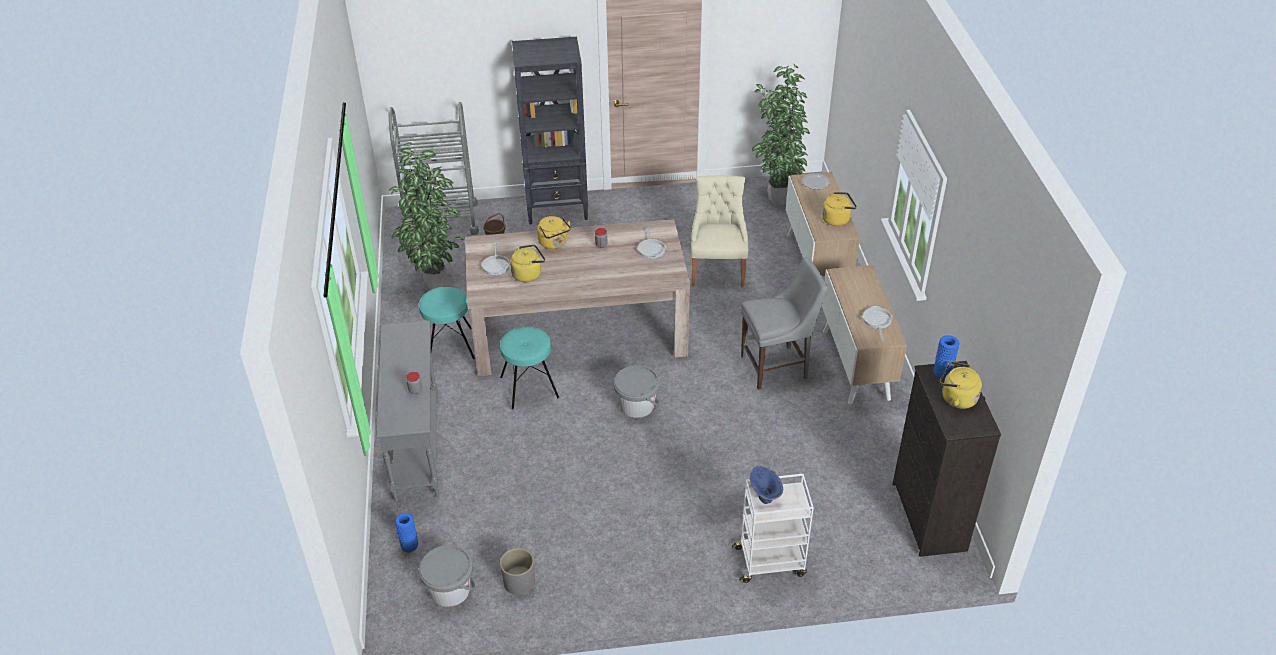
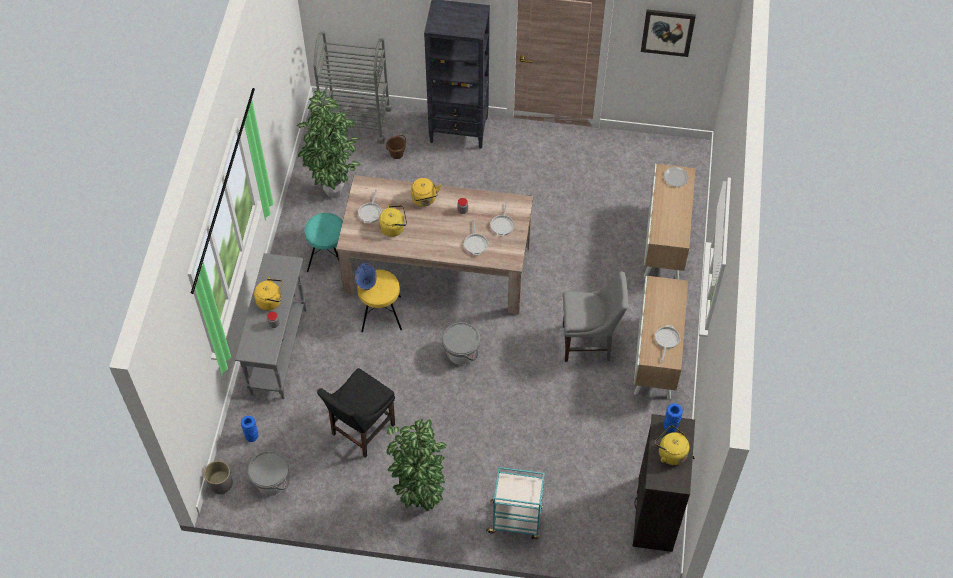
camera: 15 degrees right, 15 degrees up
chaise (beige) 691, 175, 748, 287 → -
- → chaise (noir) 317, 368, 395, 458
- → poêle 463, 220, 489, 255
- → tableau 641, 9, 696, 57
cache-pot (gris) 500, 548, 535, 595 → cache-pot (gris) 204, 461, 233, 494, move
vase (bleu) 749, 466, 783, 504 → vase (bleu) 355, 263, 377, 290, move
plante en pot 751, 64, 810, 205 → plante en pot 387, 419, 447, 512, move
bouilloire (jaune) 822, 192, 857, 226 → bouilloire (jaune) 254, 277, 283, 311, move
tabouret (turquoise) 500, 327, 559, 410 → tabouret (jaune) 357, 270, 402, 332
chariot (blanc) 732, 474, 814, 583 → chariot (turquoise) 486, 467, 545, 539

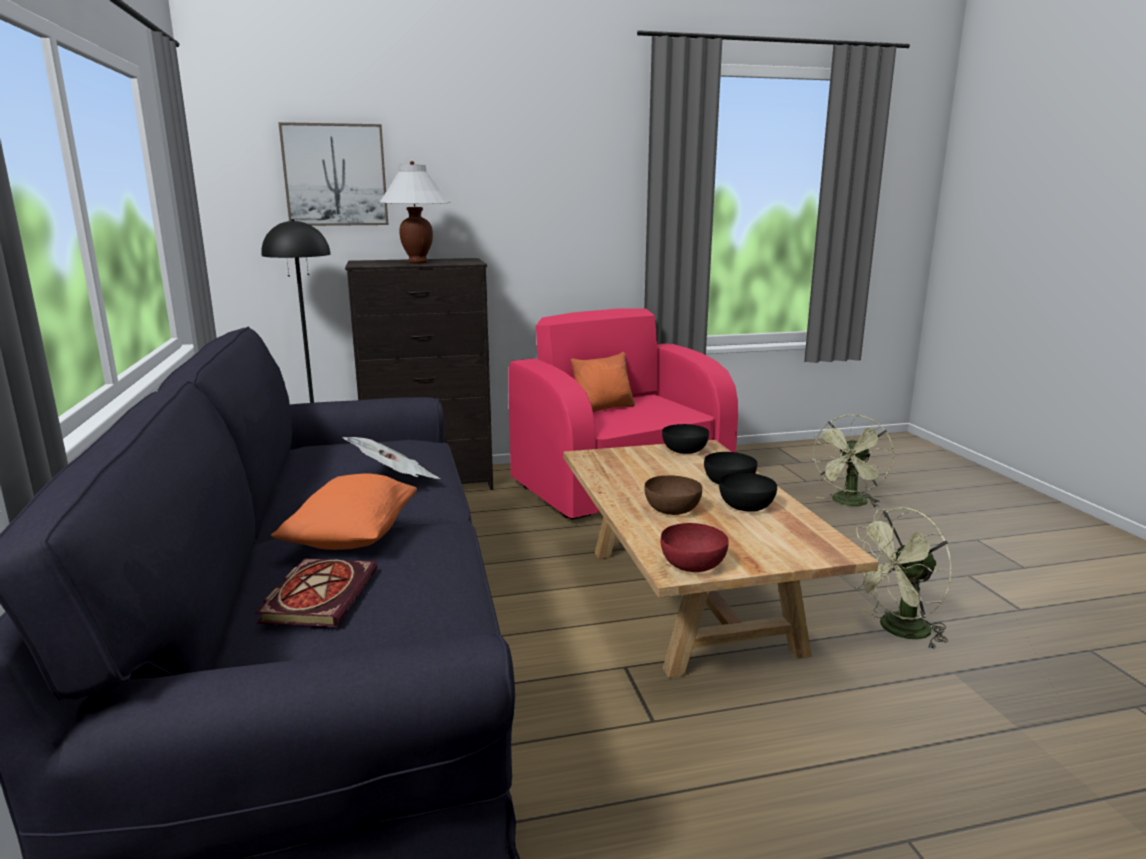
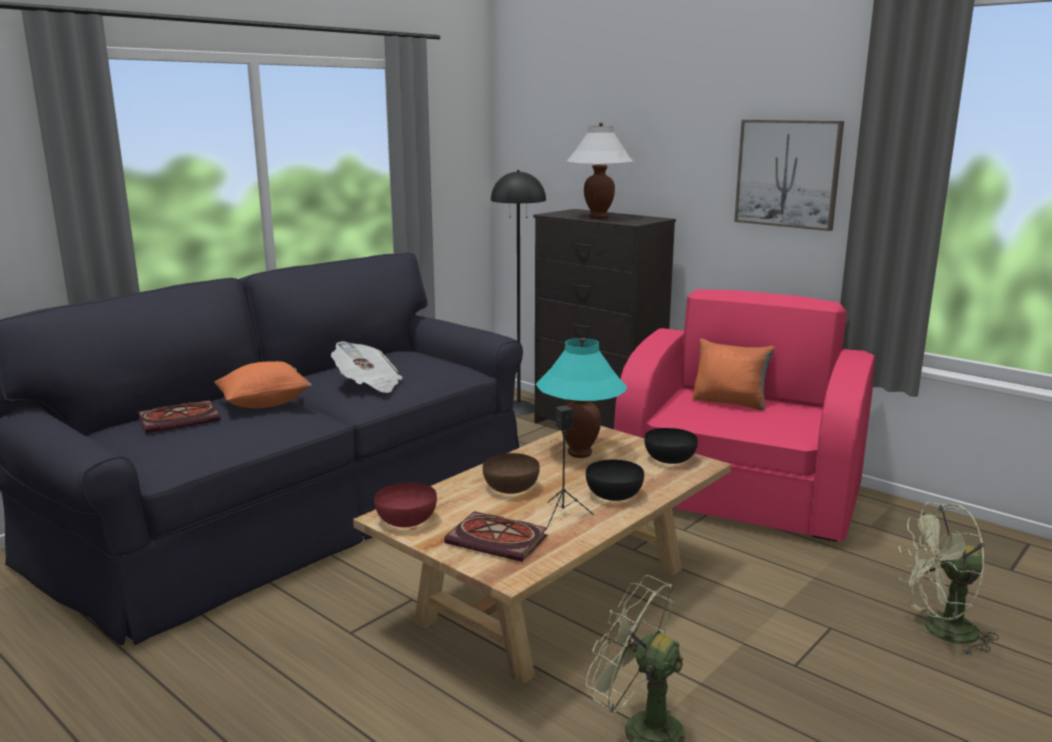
camera: 55 degrees right, 0 degrees up
- → livre 444, 511, 548, 562
- → lampe de table (turquoise) 536, 338, 627, 458
tableau 278, 122, 388, 226 → tableau 734, 120, 844, 231, move
bol (noir) 719, 473, 777, 512 → enceinte (noir) 547, 406, 594, 527

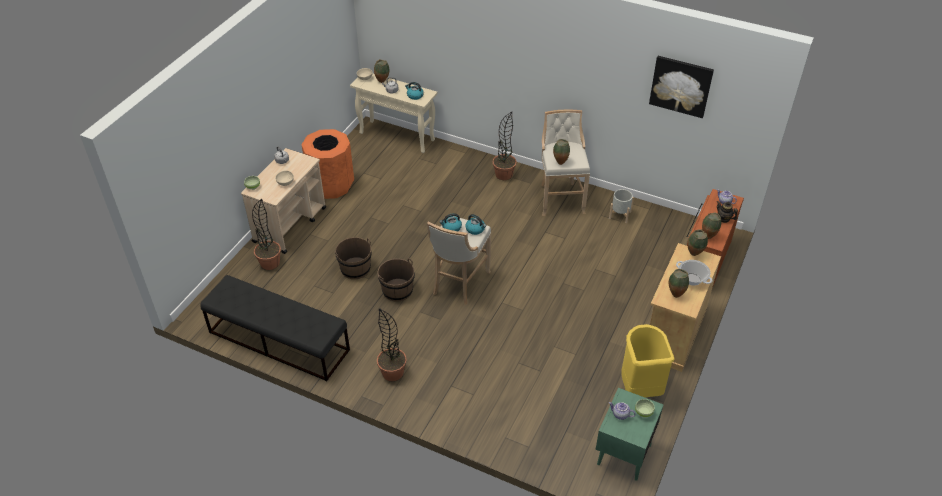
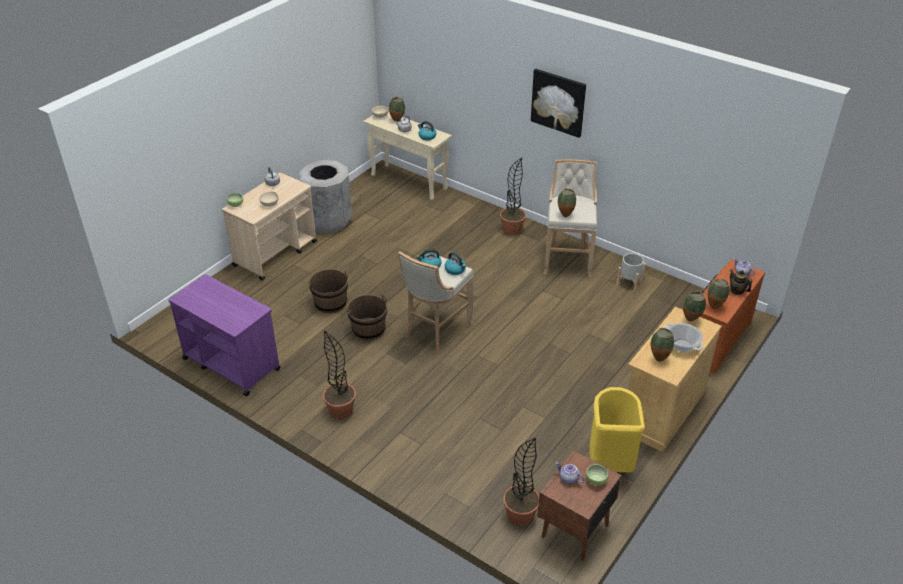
camera: 10 degrees right, 5 degrees down
plante en pot 252, 199, 281, 270 → plante en pot 503, 438, 539, 526, move
tableau 649, 56, 714, 118 → tableau 531, 69, 586, 138, move
banc (noir) 200, 275, 350, 381 → chariot (violet) 168, 274, 280, 396
poubelle (orange) 301, 129, 354, 199 → poubelle (gris) 299, 160, 352, 234
table de chevet (vert) 595, 388, 664, 481 → table de chevet (marron) 537, 450, 622, 561

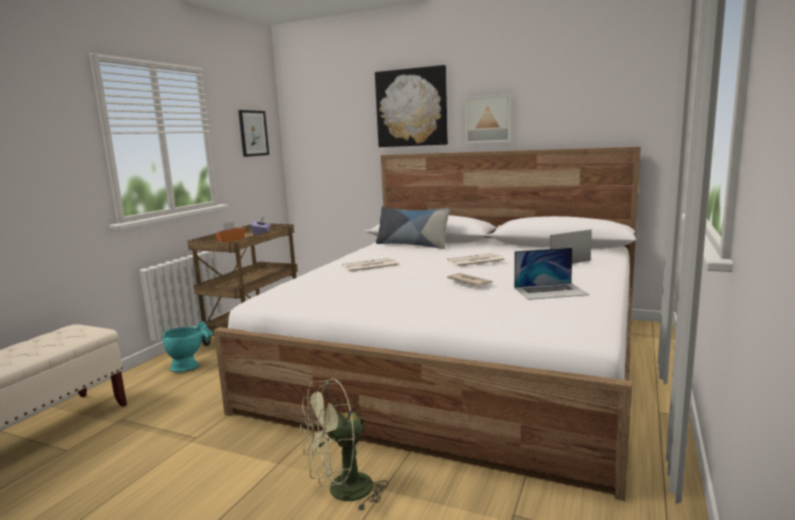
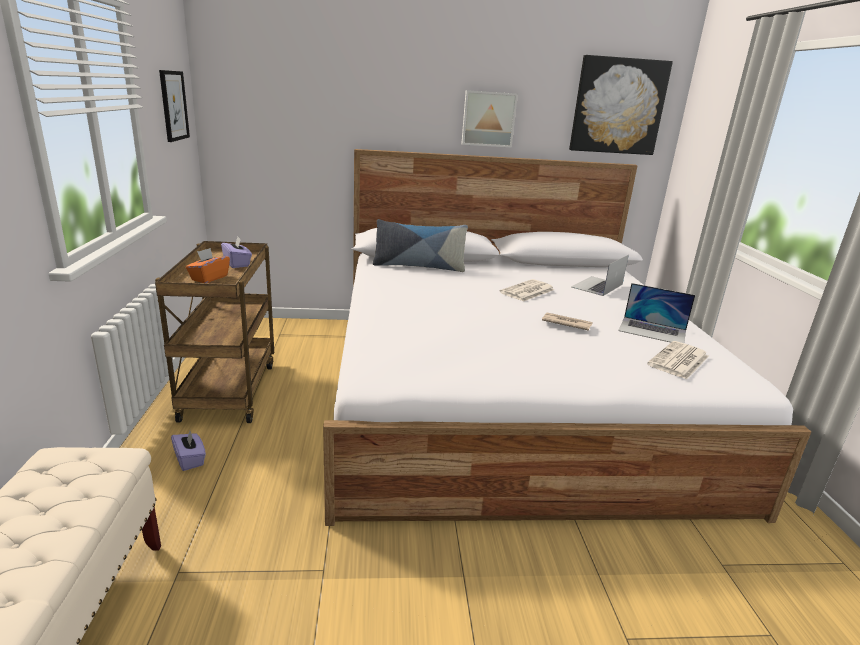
camera: 30 degrees left, 10 degrees up
ventilateur (vert) 300, 379, 388, 512 → -
journal 342, 258, 399, 273 → journal 647, 341, 709, 380, move
tableau 375, 65, 448, 147 → tableau 569, 55, 673, 155, move
vase (turquoise) 163, 322, 213, 372 → boîte à mouchoirs (violet) 171, 431, 206, 471
ordinateur portable 514, 248, 589, 300 → ordinateur portable 618, 283, 695, 343, 60 degrees clockwise

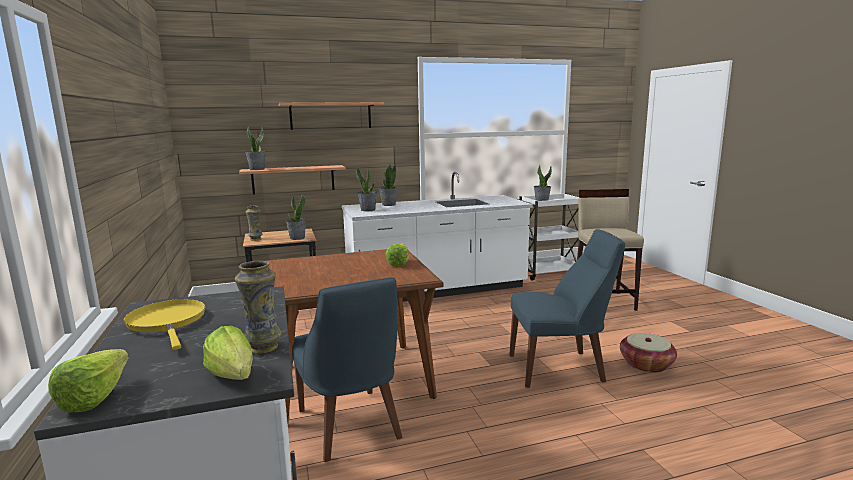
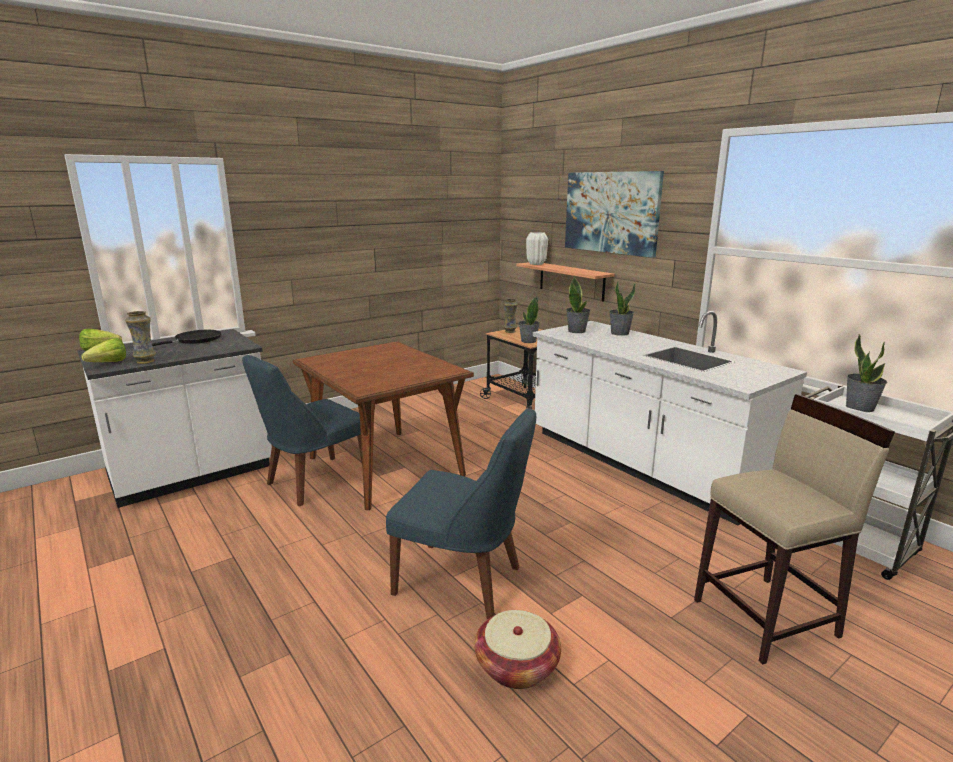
camera: 70 degrees right, 5 degrees up
laitue 385, 244, 409, 267 → -
plante en pot 245, 126, 266, 170 → vase (blanc) 526, 232, 548, 265
étagère 279, 102, 384, 130 → tableau 565, 171, 664, 258
poêle (jaune) 123, 299, 206, 350 → poêle (noir) 152, 330, 221, 346
chaise (bleu) 509, 229, 625, 388 → chaise (bleu) 386, 408, 536, 619, 45 degrees counterclockwise

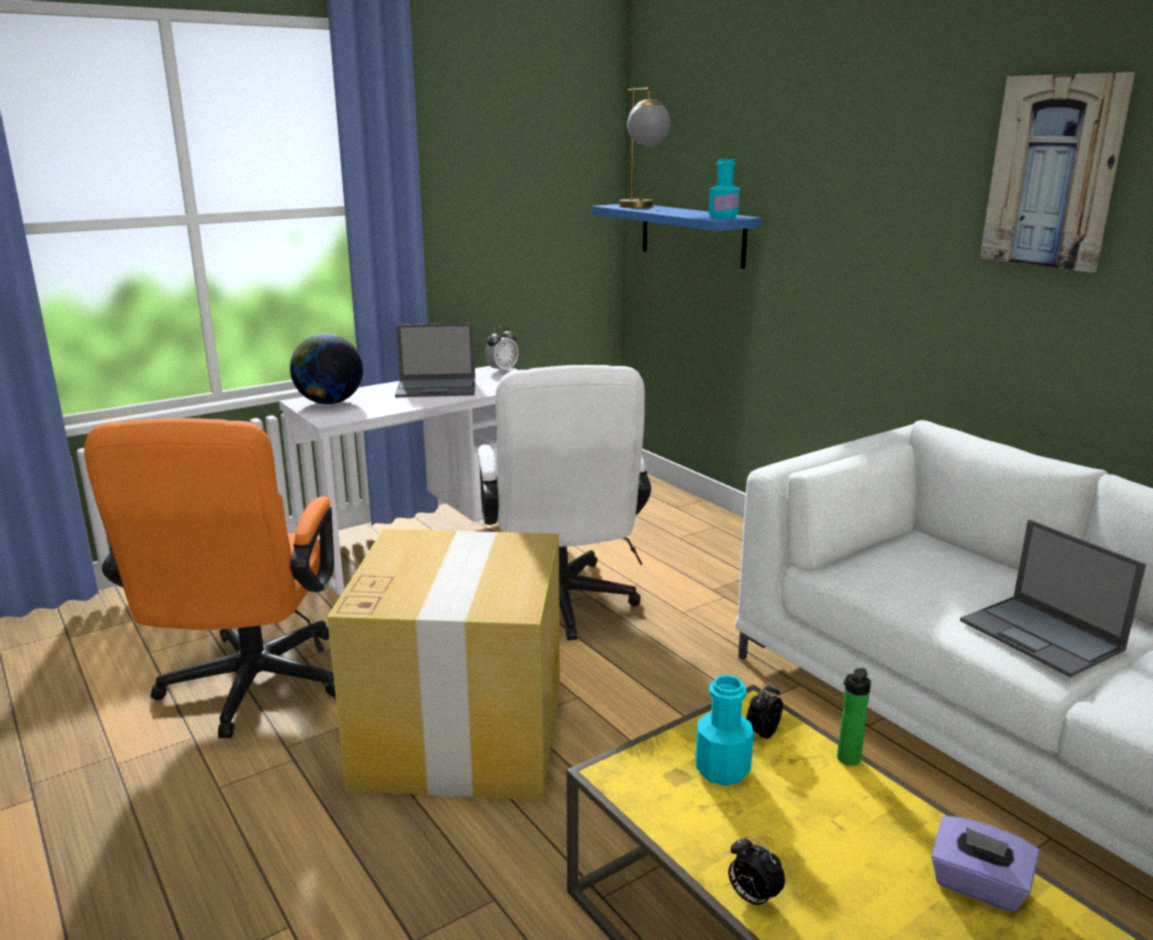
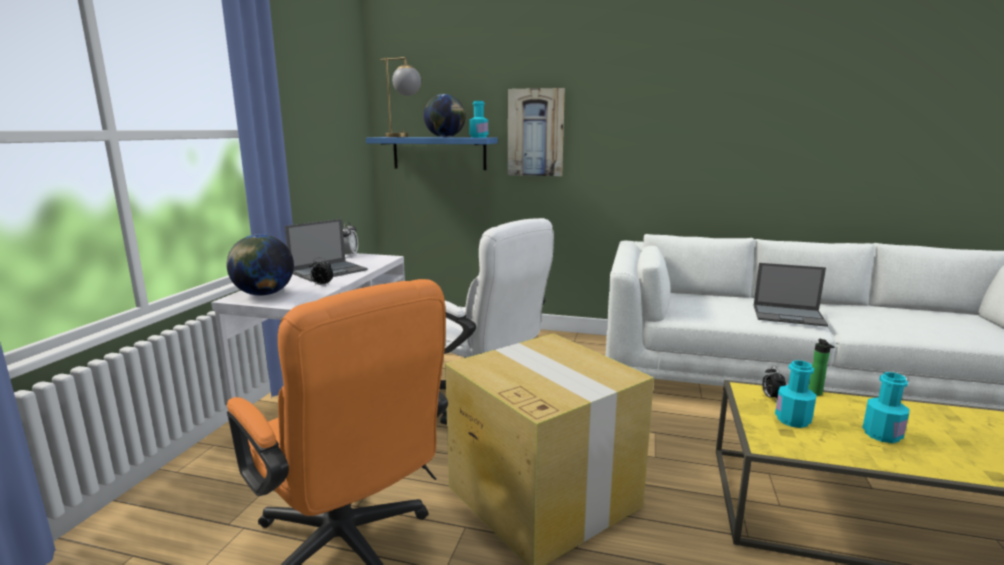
camera: 40 degrees left, 5 degrees down
boîte à mouchoirs (violet) 931, 816, 1039, 912 → -
- → globe 424, 94, 465, 137
- → bouteille (turquoise) 862, 372, 909, 443
réveil 728, 836, 785, 910 → réveil 309, 258, 333, 285, move
tableau 980, 72, 1135, 272 → tableau 508, 88, 565, 176, move

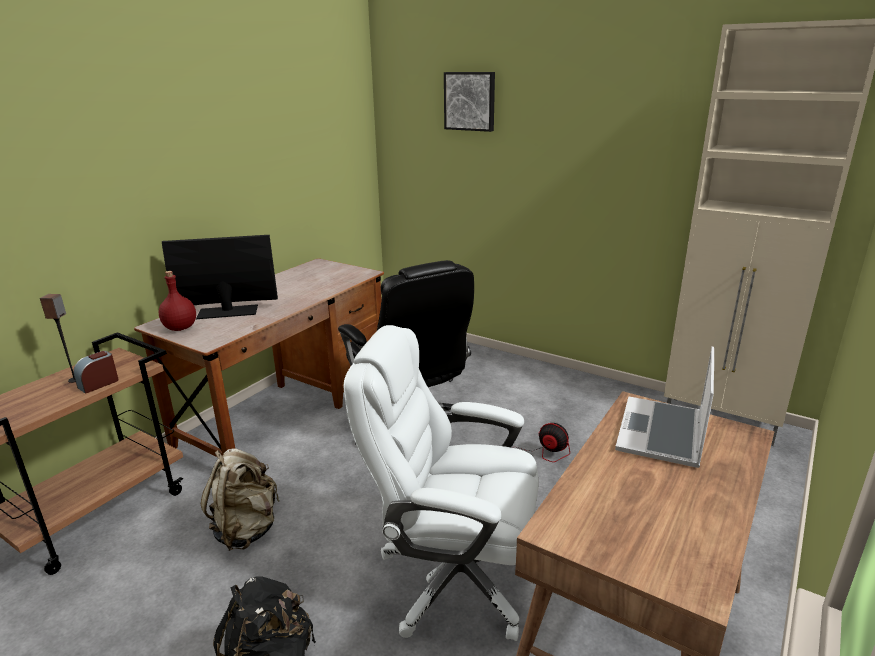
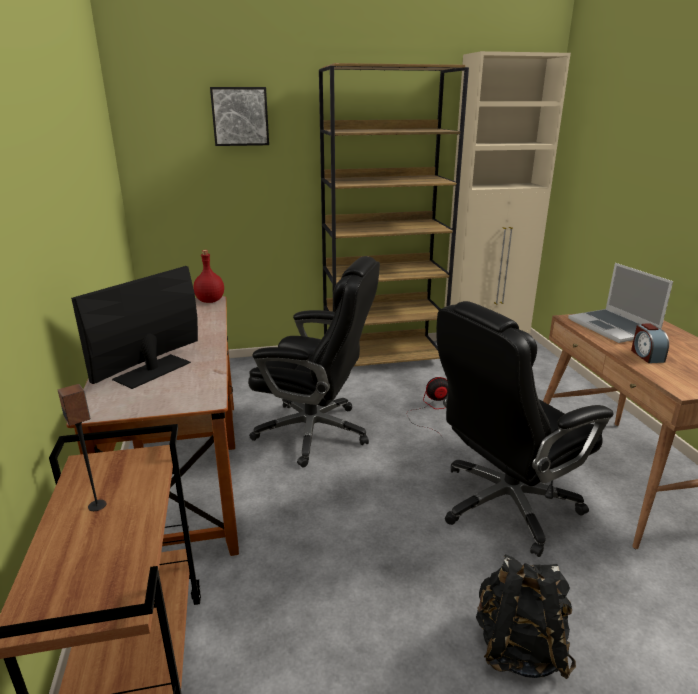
camera: 45 degrees left, 0 degrees up
sac à dos (beige) 201, 448, 279, 551 → -
- → bibliothèque (marron) 319, 63, 469, 366
réveil 73, 351, 119, 394 → réveil 631, 323, 669, 363, move
bouteille (rouge) 159, 271, 196, 331 → bouteille (rouge) 194, 250, 224, 303, move
chaise de bureau (blanc) 344, 325, 539, 641 → chaise de bureau (noir) 436, 301, 614, 557

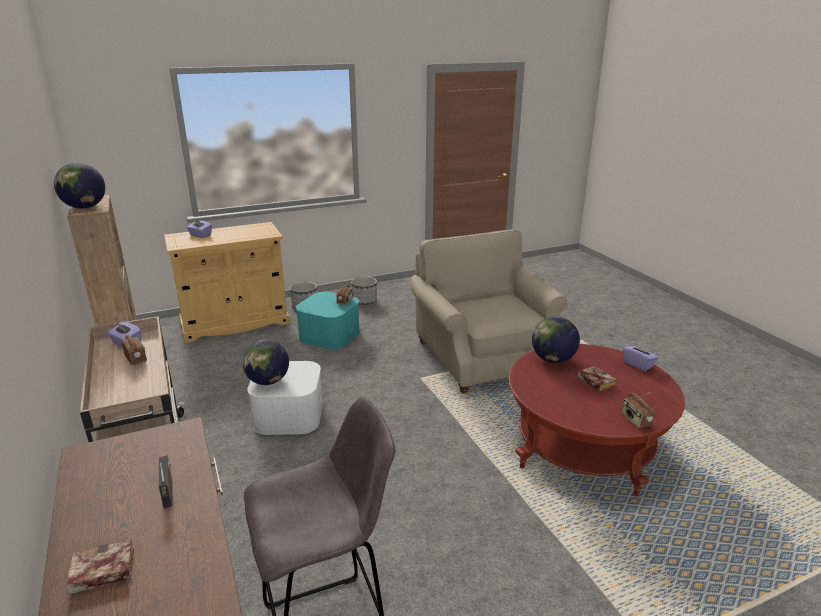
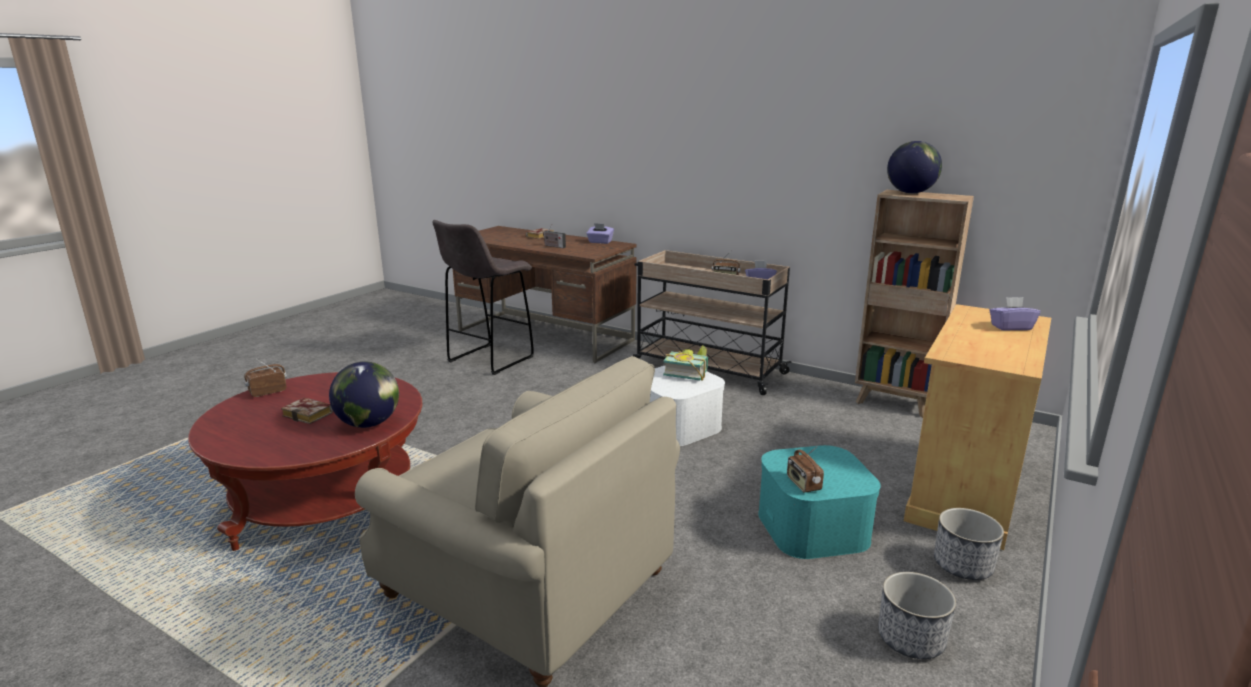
camera: 145 degrees right, 5 degrees down
boîte à mouchoirs (violet) 623, 341, 658, 371 → boîte à mouchoirs (violet) 586, 223, 614, 244, move
globe 242, 340, 289, 385 → livre 663, 345, 708, 381
radio 622, 392, 655, 428 → radio 244, 359, 287, 397, 75 degrees counterclockwise

